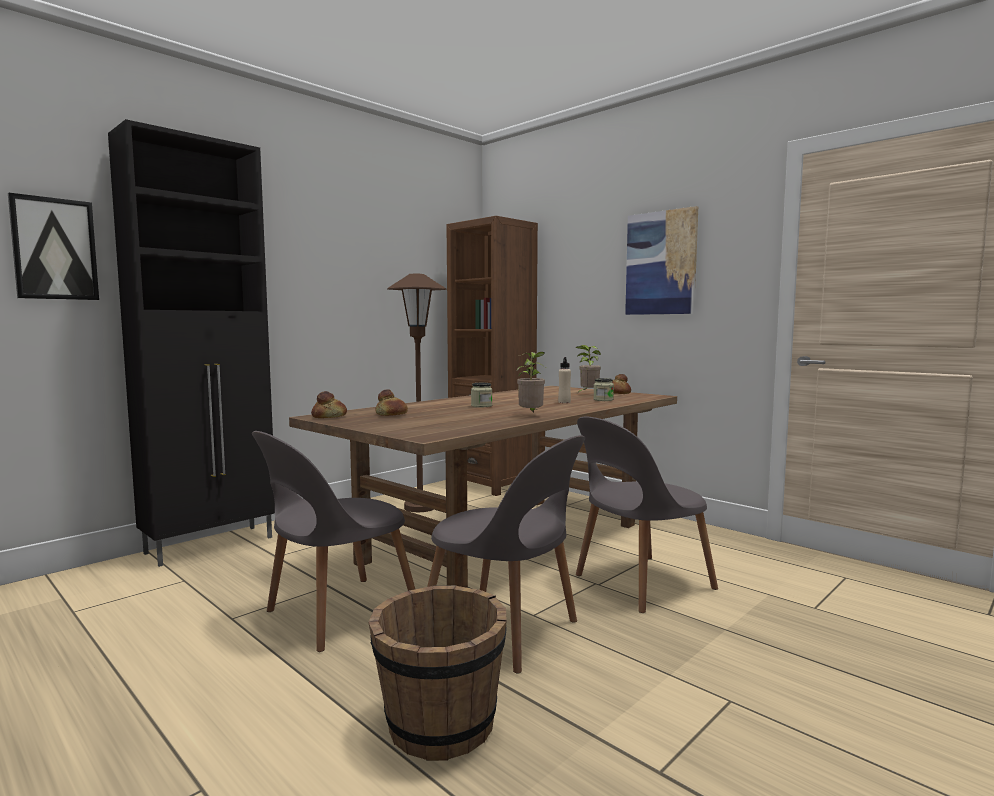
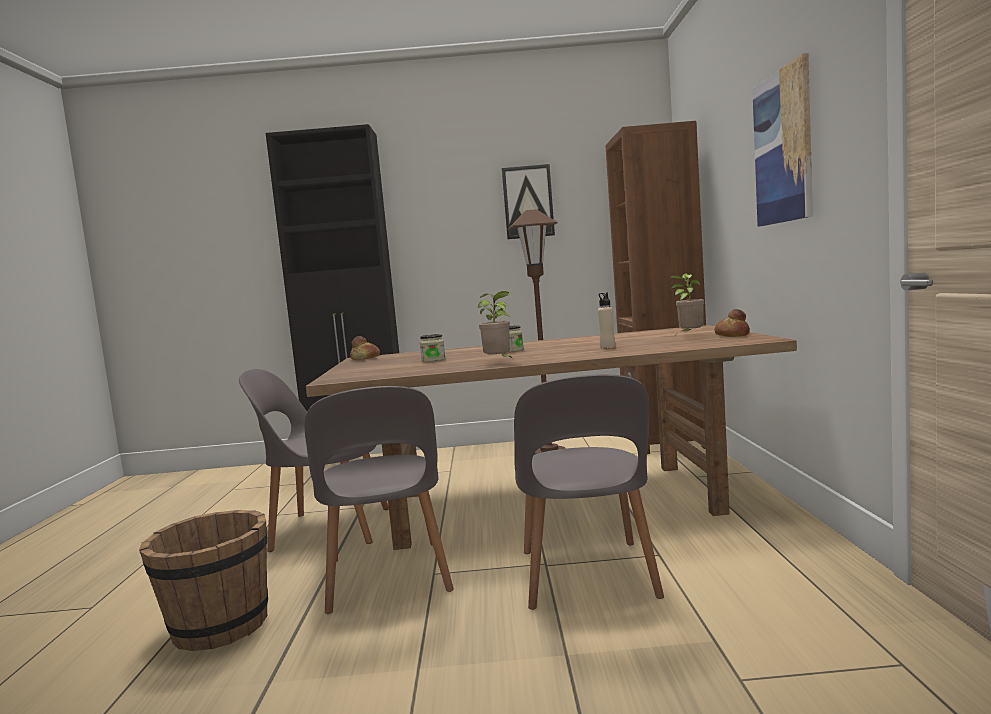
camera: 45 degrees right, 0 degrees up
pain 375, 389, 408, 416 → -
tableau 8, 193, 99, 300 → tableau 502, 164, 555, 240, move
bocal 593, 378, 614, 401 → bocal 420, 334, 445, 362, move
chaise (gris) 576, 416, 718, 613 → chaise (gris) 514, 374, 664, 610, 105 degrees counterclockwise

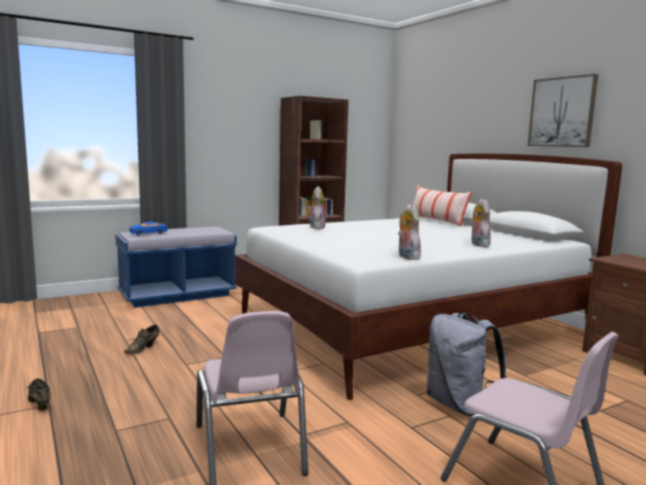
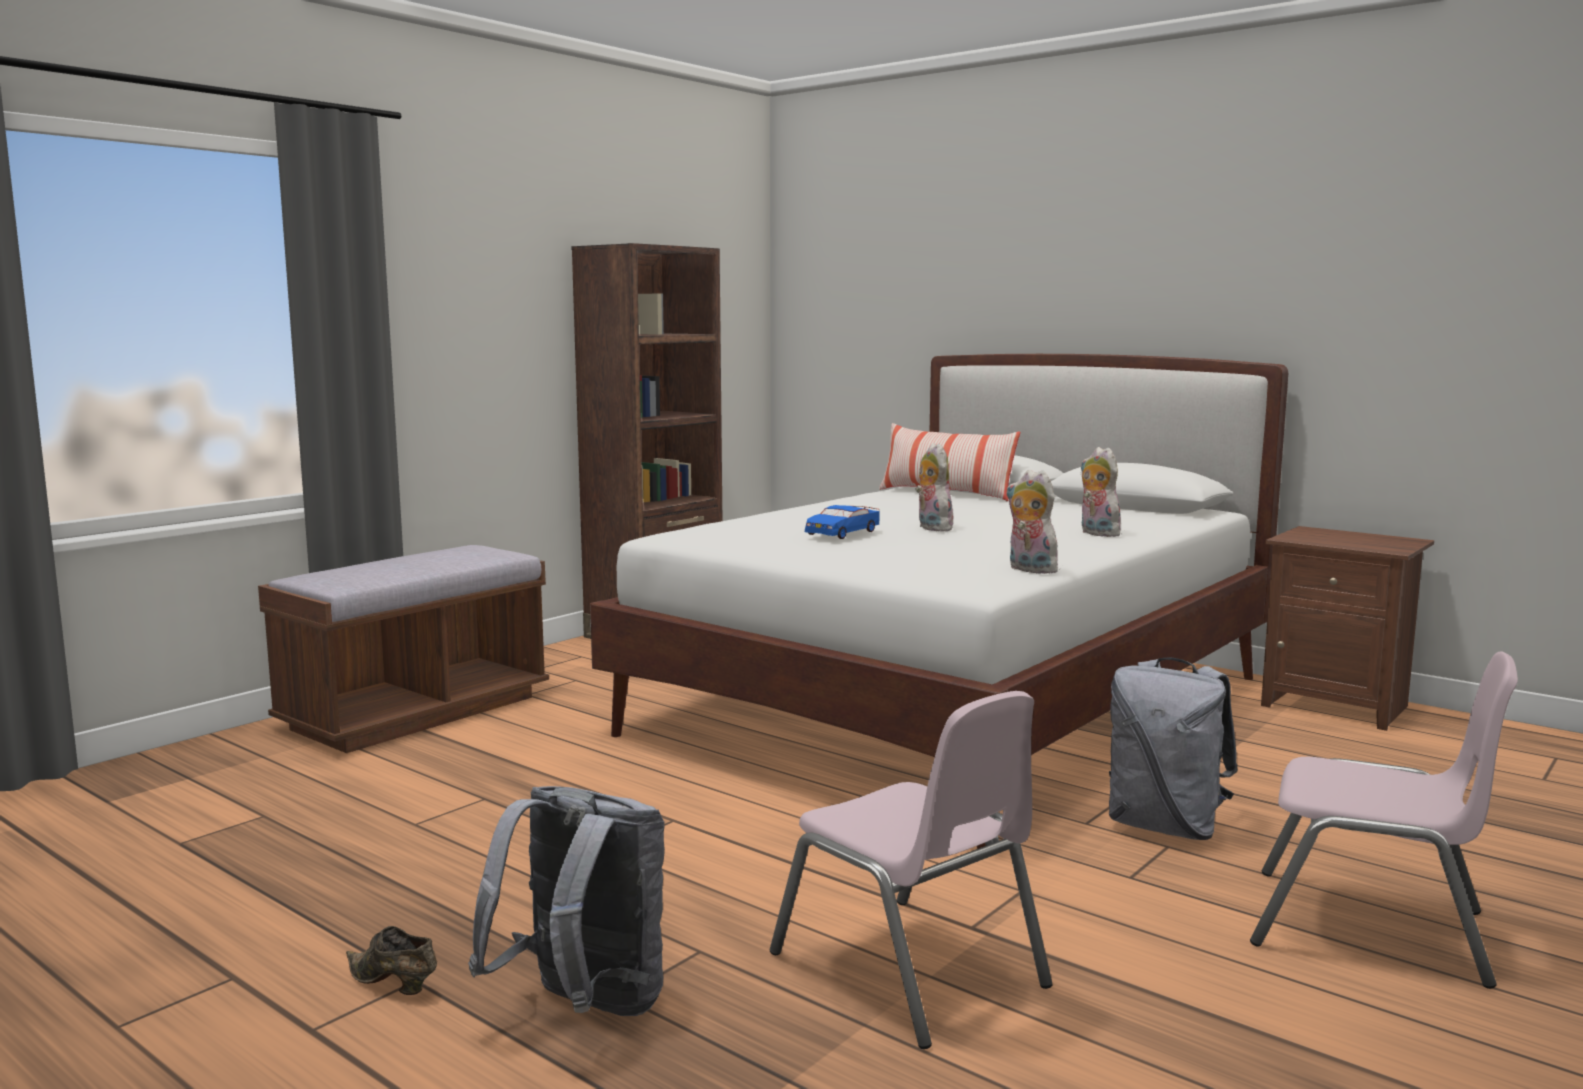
camera: 20 degrees left, 0 degrees up
chaussure (marron) 124, 325, 160, 354 → -
tableau 528, 74, 598, 147 → -
- → sac à dos (gris) 468, 786, 665, 1016
petite voiture (bleu) 129, 222, 168, 236 → petite voiture (bleu) 805, 505, 880, 539, move
peluche 307, 186, 326, 229 → peluche 915, 443, 953, 531, move
banc (bleu) 115, 227, 237, 308 → banc (marron) 258, 545, 549, 753

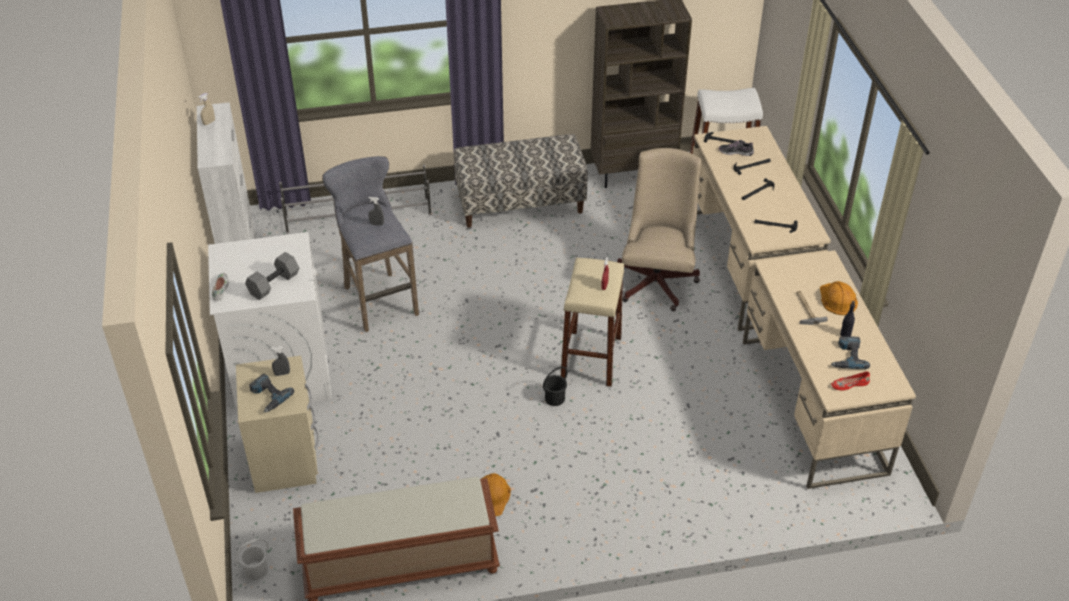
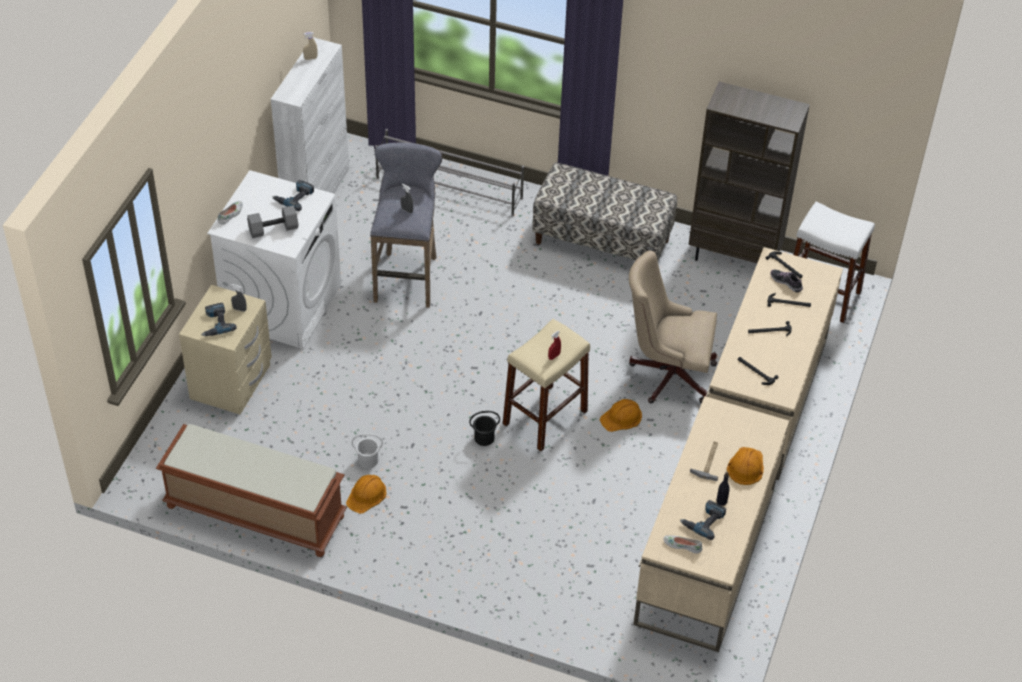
camera: 30 degrees right, 5 degrees up
- → perceuse 272, 180, 314, 211
- → casque de chantier (orange) 599, 399, 642, 432
seau (blanc) 235, 538, 268, 580 → seau (blanc) 352, 433, 383, 468, move
chaussure (rouge) 831, 371, 870, 390 → chaussure (blanc) 663, 535, 702, 554
chaise de bureau (beige) 617, 148, 702, 311 → chaise de bureau (beige) 629, 251, 717, 403, 120 degrees counterclockwise

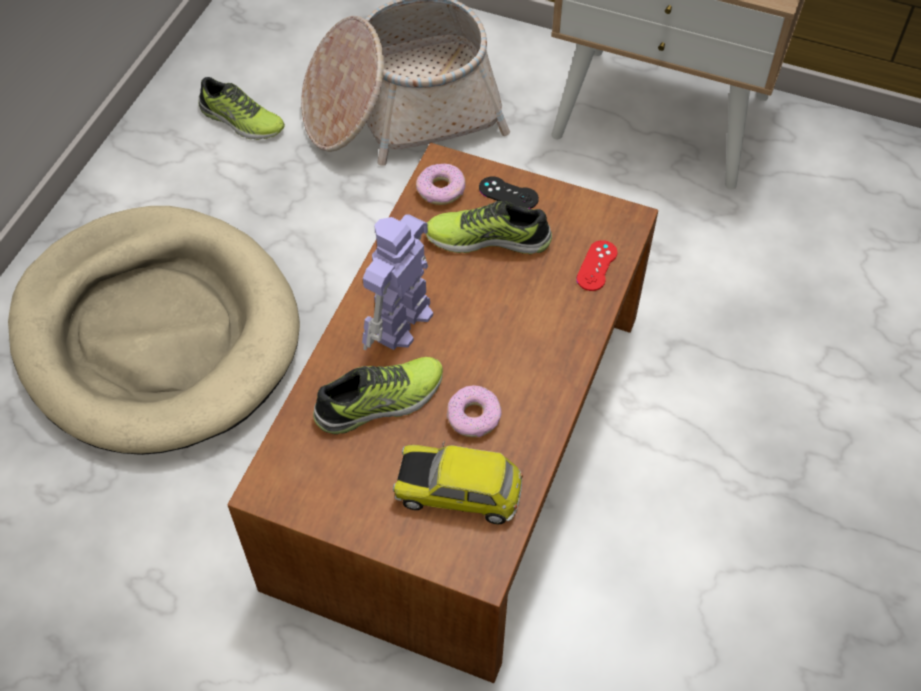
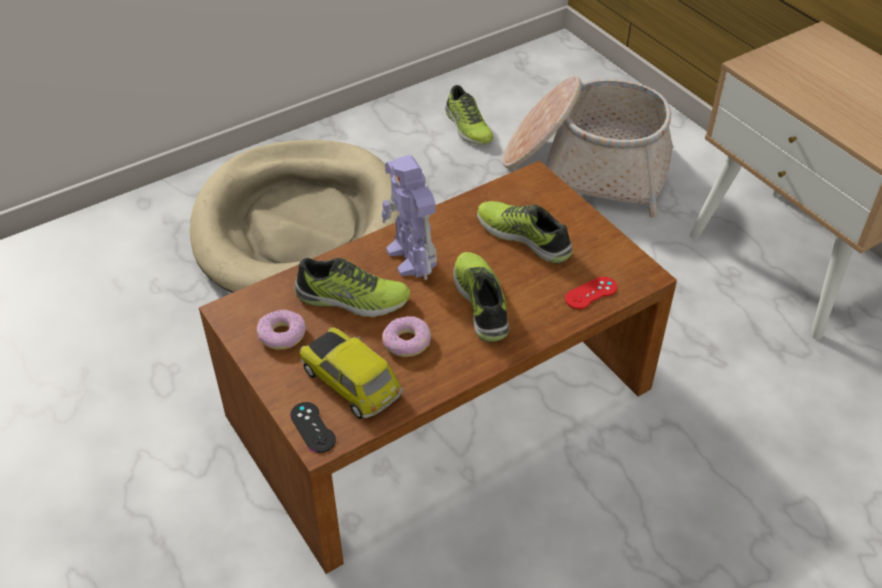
camera: 35 degrees right, 10 degrees down
- → chaussure 454, 252, 509, 342
beignet 416, 164, 466, 205 → beignet 257, 309, 306, 350, move
manette (noir) 479, 176, 539, 209 → manette (noir) 290, 402, 336, 453, move
robot jouet 362, 214, 433, 350 → robot jouet 382, 155, 437, 280, 90 degrees counterclockwise

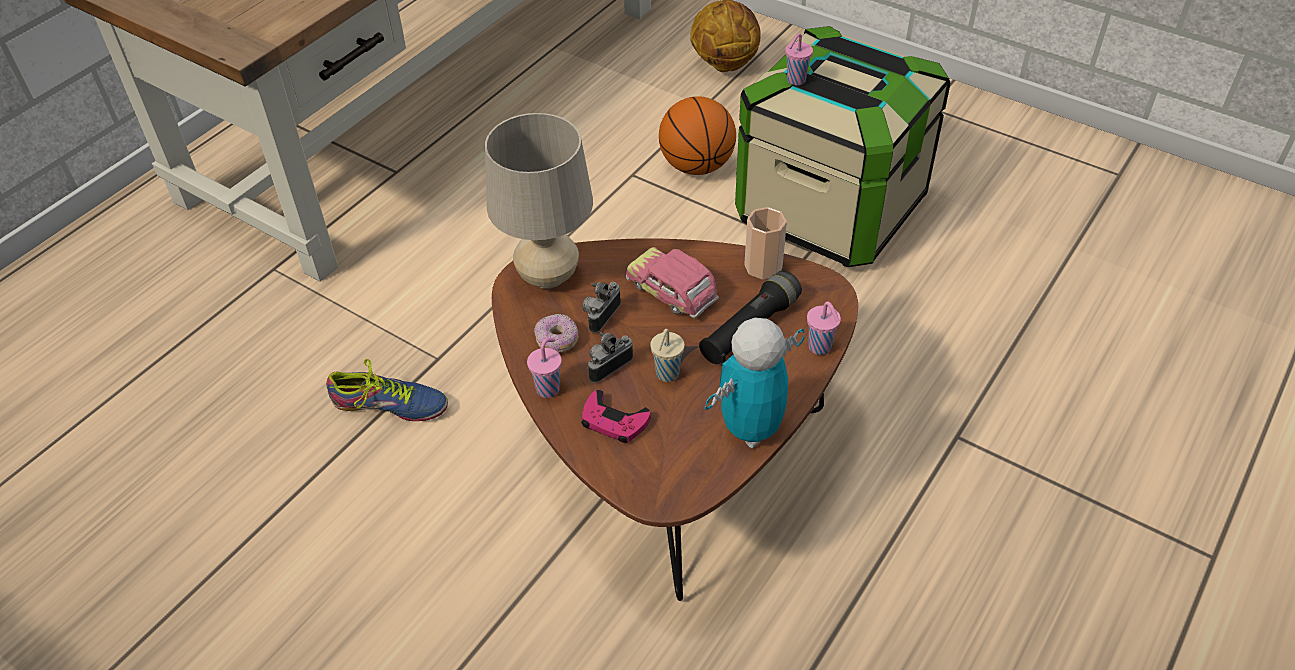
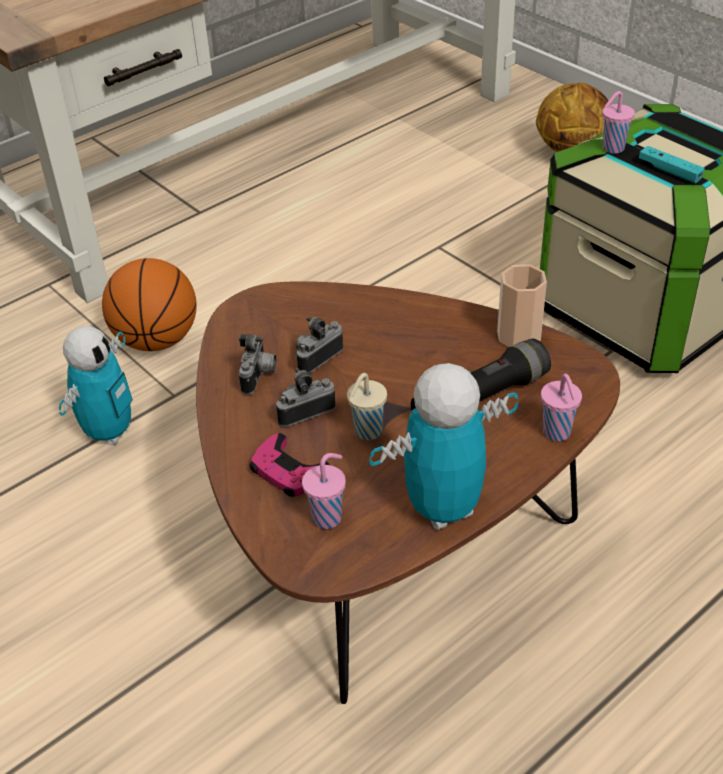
camera: 15 degrees right, 5 degrees down
lampe de table (beige) 485, 113, 593, 289 → -
petite voiture 626, 247, 719, 318 → -
- → manette (turquoise) 639, 146, 705, 183
tasse (rose) 527, 338, 562, 398 → tasse (rose) 302, 453, 346, 529, move
ballon de basket 659, 96, 736, 175 → ballon de basket 102, 258, 197, 351, move
chaussure 326, 359, 448, 421 → robot jouet 59, 326, 133, 445
beignet 534, 314, 578, 353 → appareil photo 239, 334, 276, 395

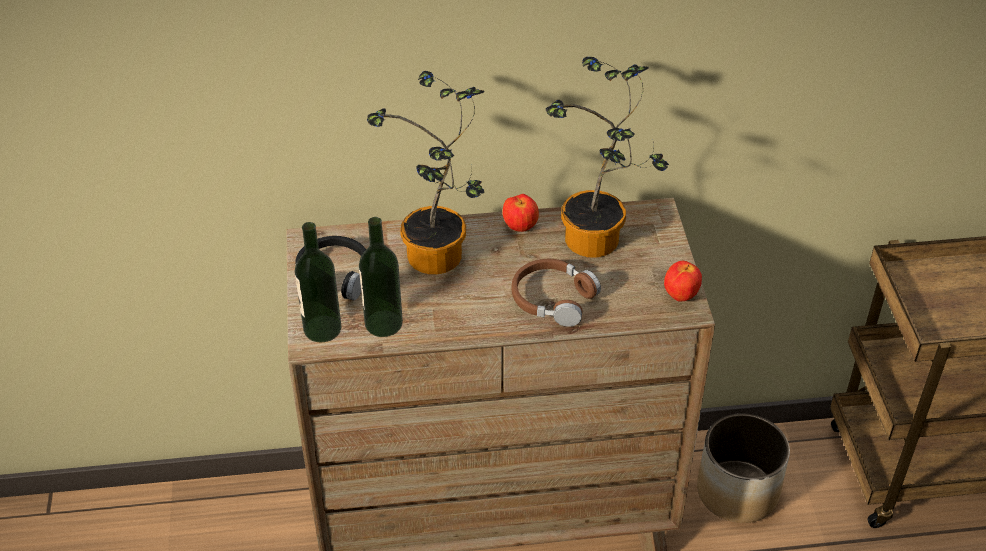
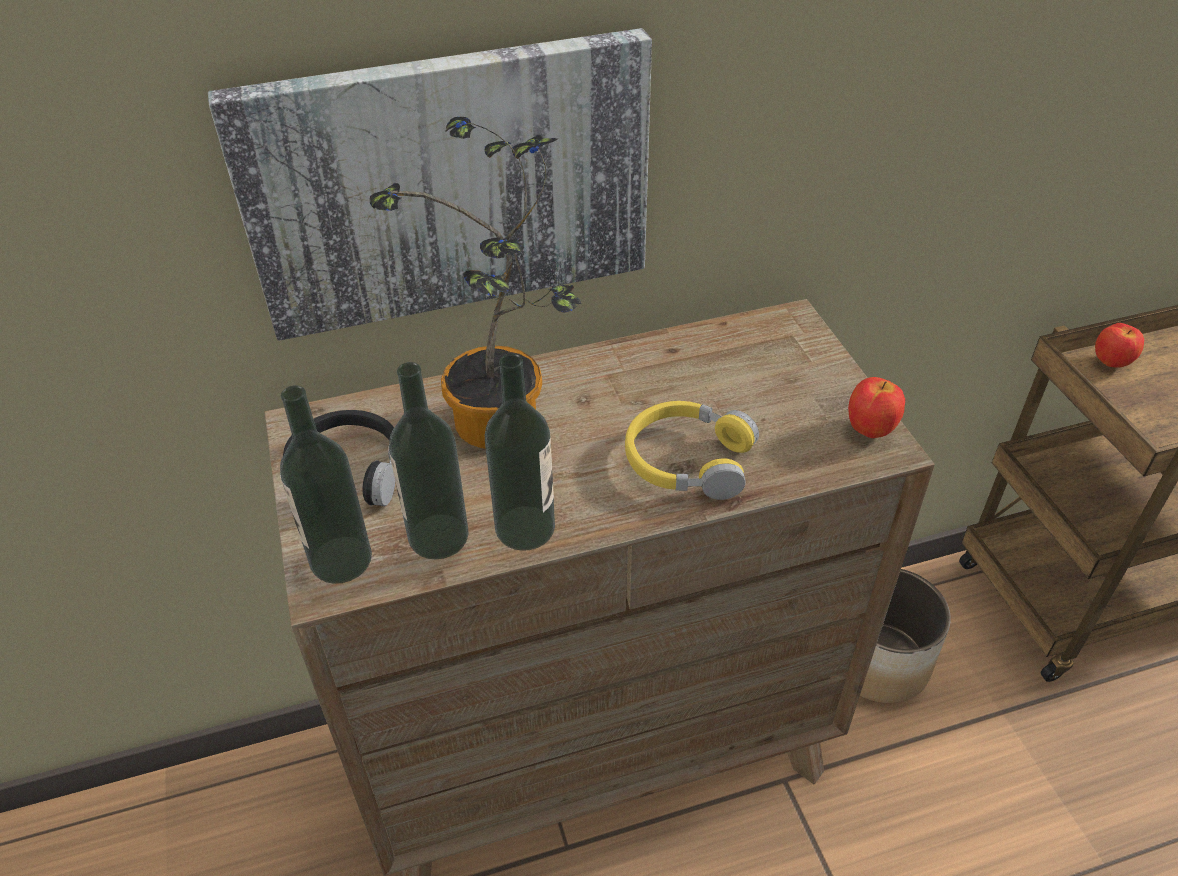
camera: 10 degrees left, 0 degrees up
plante en pot 546, 57, 669, 258 → -
- → tableau 208, 28, 652, 341
- → bouteille 485, 354, 555, 551
pomme 503, 194, 539, 232 → pomme 1095, 323, 1144, 368, move
casque audio (marron) 512, 259, 601, 327 → casque audio (jaune) 625, 401, 759, 500

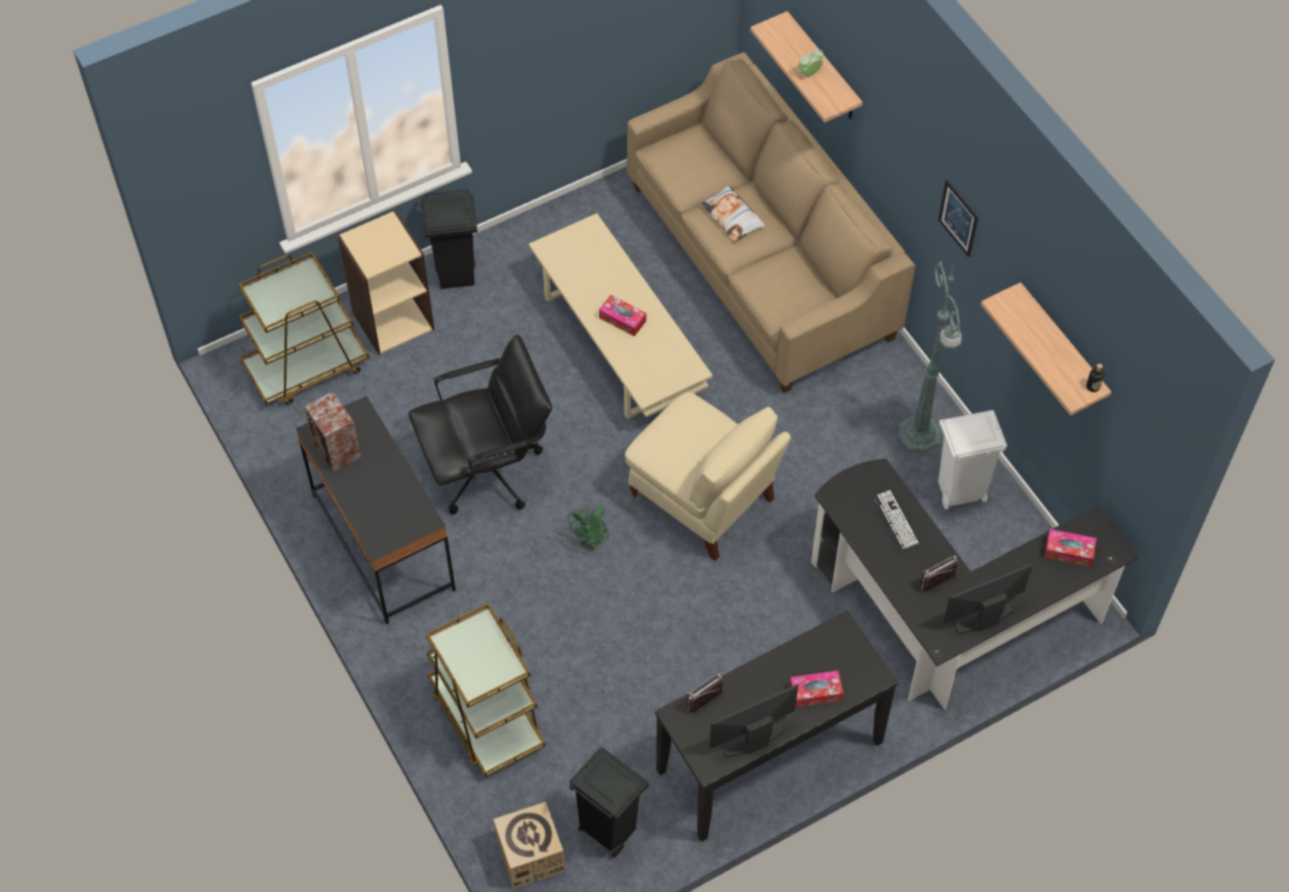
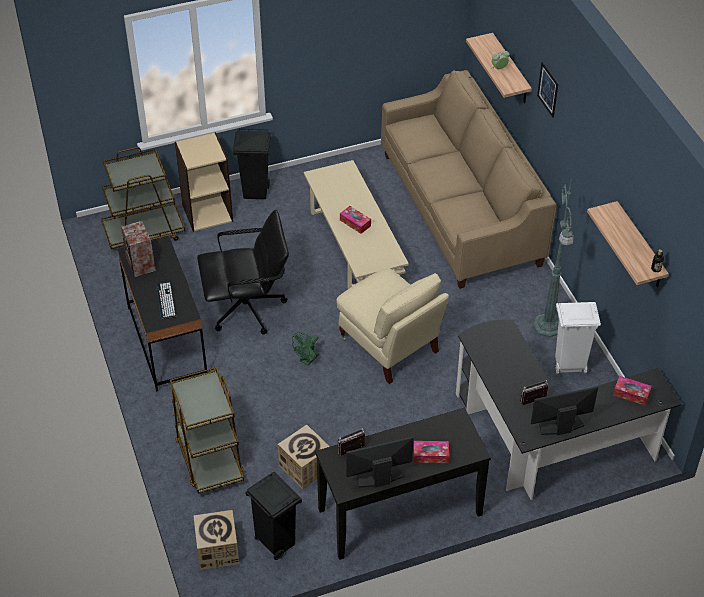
camera: 10 degrees right, 10 degrees down
coussin 701, 185, 765, 242 → -
- → carton 278, 425, 330, 489
clavier 872, 490, 921, 552 → clavier 156, 282, 177, 319, move
tableau 938, 180, 978, 257 → tableau 537, 62, 558, 117, move

